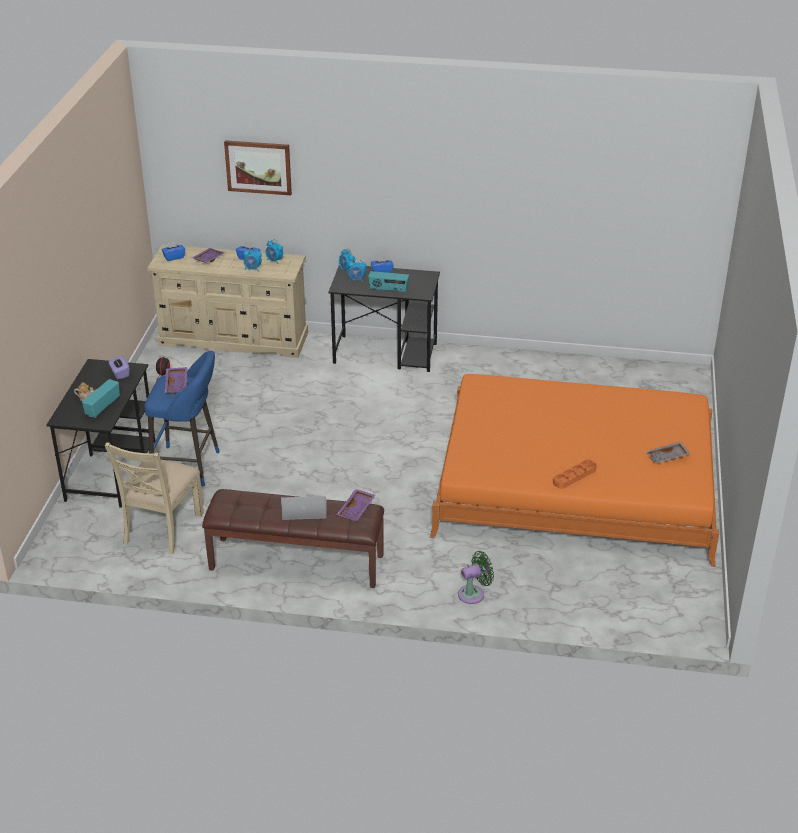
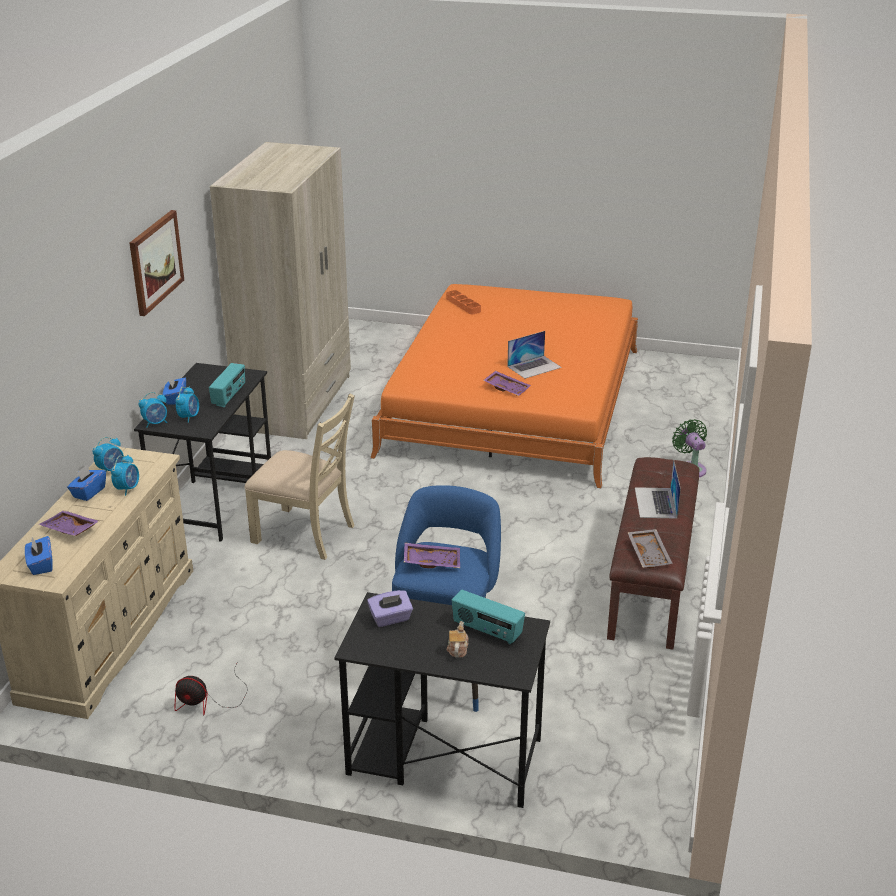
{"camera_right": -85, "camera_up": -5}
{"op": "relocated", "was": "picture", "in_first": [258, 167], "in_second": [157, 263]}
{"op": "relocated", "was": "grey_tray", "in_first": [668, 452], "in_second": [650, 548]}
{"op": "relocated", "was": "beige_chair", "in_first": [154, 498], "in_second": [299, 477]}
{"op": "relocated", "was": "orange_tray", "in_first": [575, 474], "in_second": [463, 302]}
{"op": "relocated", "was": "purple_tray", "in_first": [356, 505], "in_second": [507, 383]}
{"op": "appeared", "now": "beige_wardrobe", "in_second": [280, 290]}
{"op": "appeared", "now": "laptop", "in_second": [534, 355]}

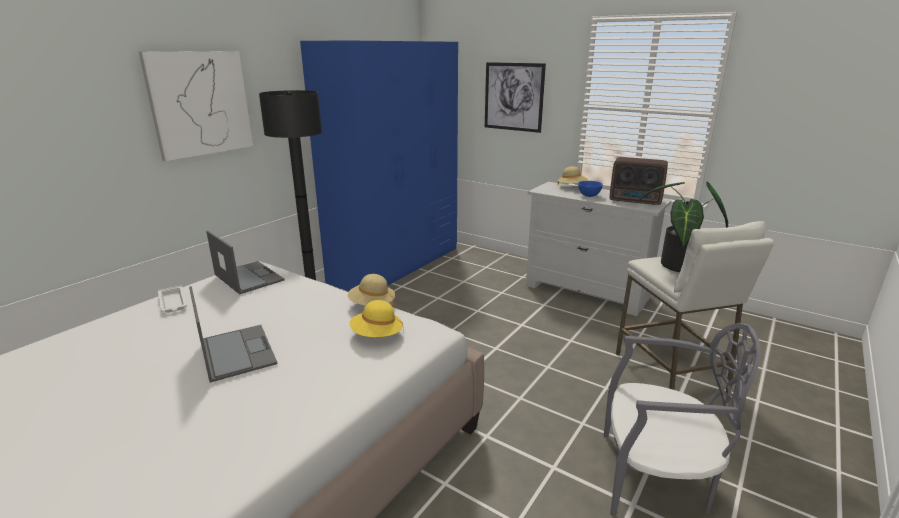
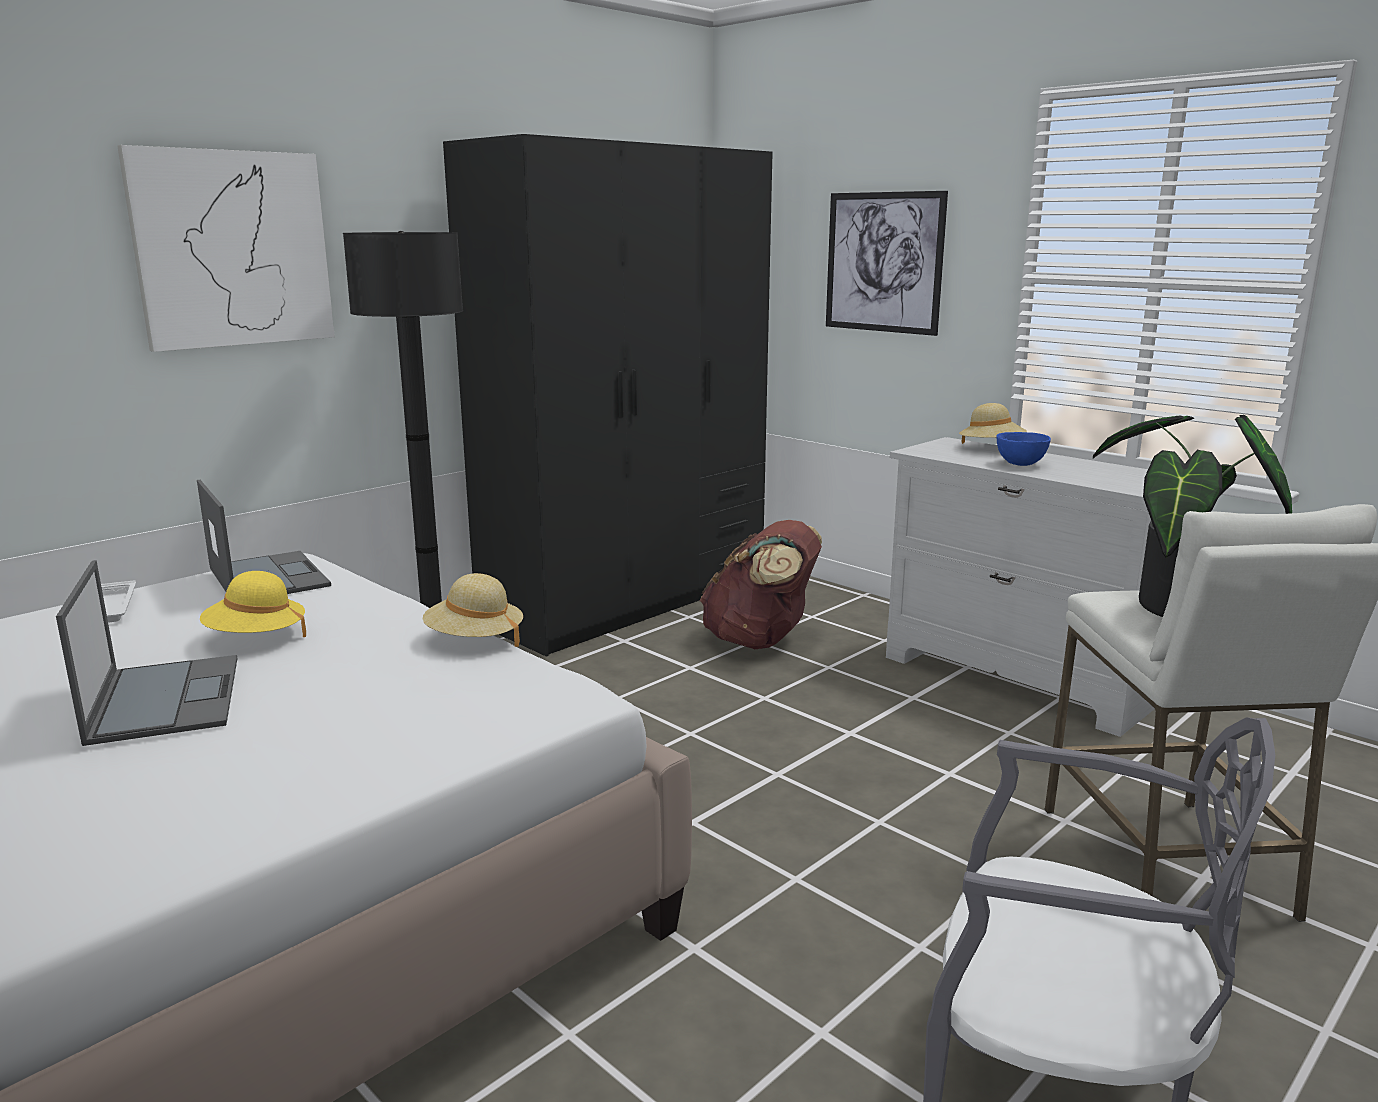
{"camera_right": 10, "camera_up": -5}
{"op": "colour", "was": "blue_wardrobe", "now": "black_wardrobe", "in_first": [379, 165], "in_second": [608, 395]}
{"op": "missing", "was": "radio", "in_first": [639, 181]}
{"op": "relocated", "was": "yellow_hat", "in_first": [376, 318], "in_second": [253, 604]}
{"op": "appeared", "now": "brown_backpack", "in_second": [761, 584]}

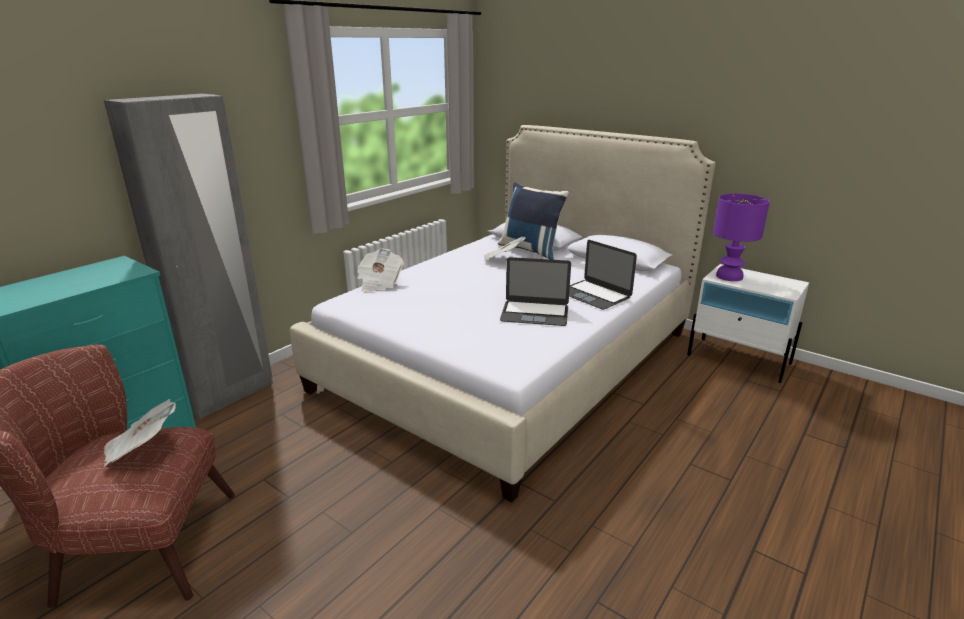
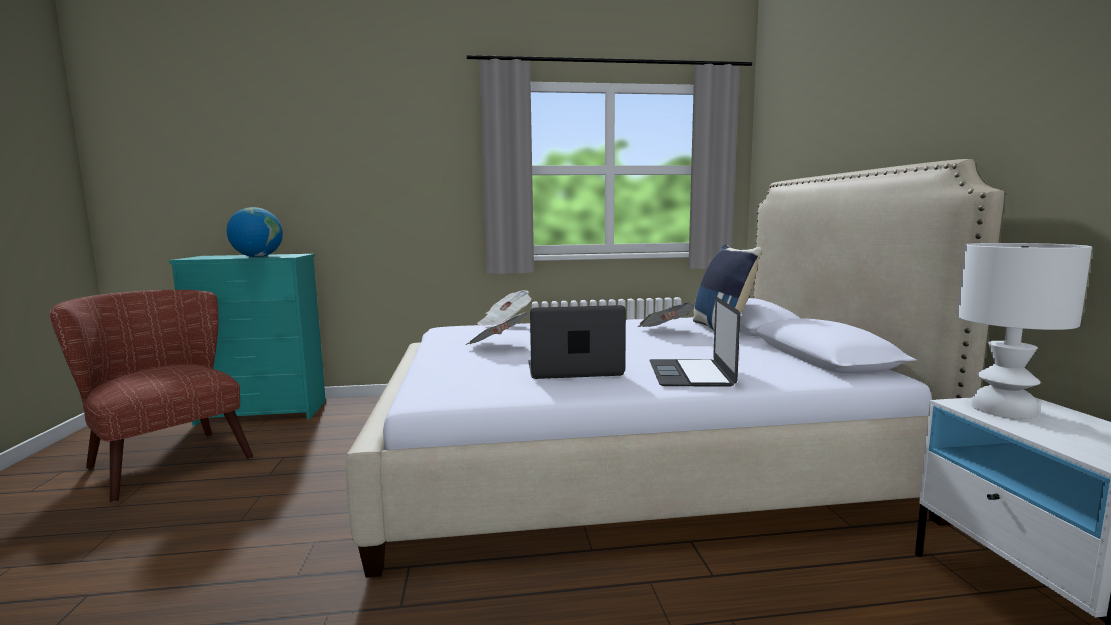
{"camera_right": 45, "camera_up": -15}
{"op": "missing", "was": "grey_wardrobe", "in_first": [188, 256]}
{"op": "colour", "was": "purple_table_lamp", "now": "white_table_lamp", "in_first": [741, 237], "in_second": [1024, 331]}
{"op": "spun", "was": "laptop", "in_first": [535, 291], "in_second": [577, 342], "clockwise": 120}
{"op": "relocated", "was": "newspaper", "in_first": [140, 432], "in_second": [497, 328]}
{"op": "appeared", "now": "globe", "in_second": [255, 232]}

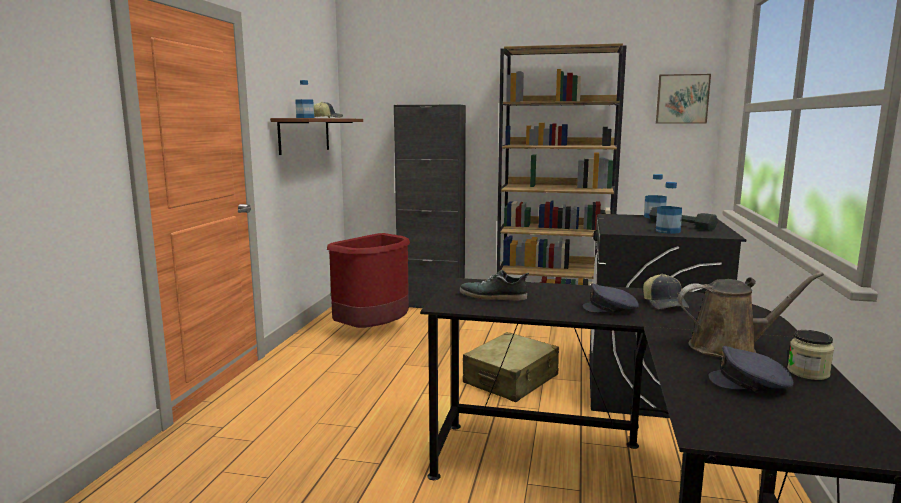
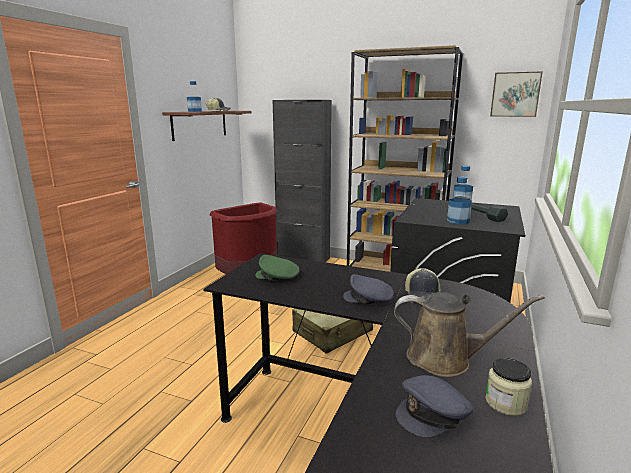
{"camera_right": 10, "camera_up": 5}
{"op": "exchanged", "was": "shoe", "now": "green_cap", "in_first": [494, 285], "in_second": [277, 268]}
{"op": "spun", "was": "grey_cap", "in_first": [751, 369], "in_second": [434, 406], "clockwise": -60}

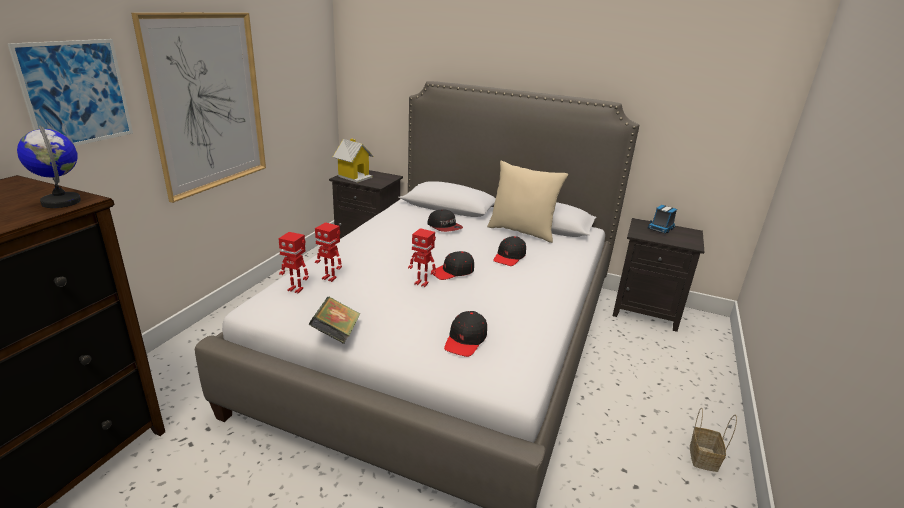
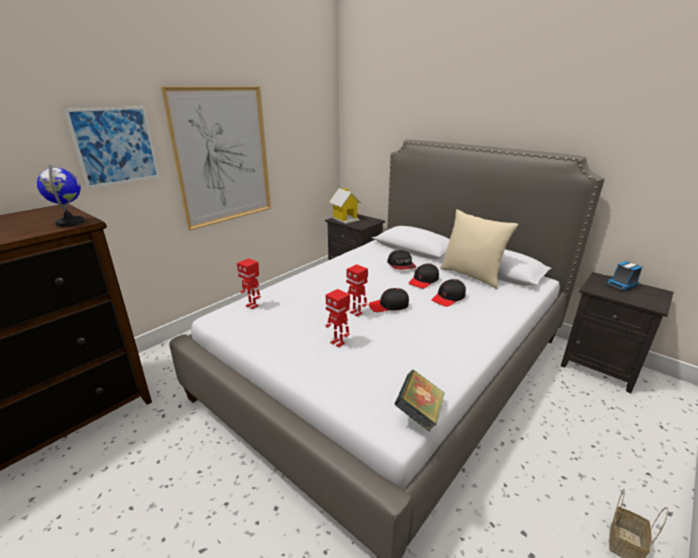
{"camera_right": 20, "camera_up": 0}
{"op": "relocated", "was": "toy_robot", "in_first": [328, 252], "in_second": [337, 318]}
{"op": "relocated", "was": "book", "in_first": [334, 320], "in_second": [420, 401]}
{"op": "relocated", "was": "black_cap", "in_first": [465, 334], "in_second": [424, 276]}

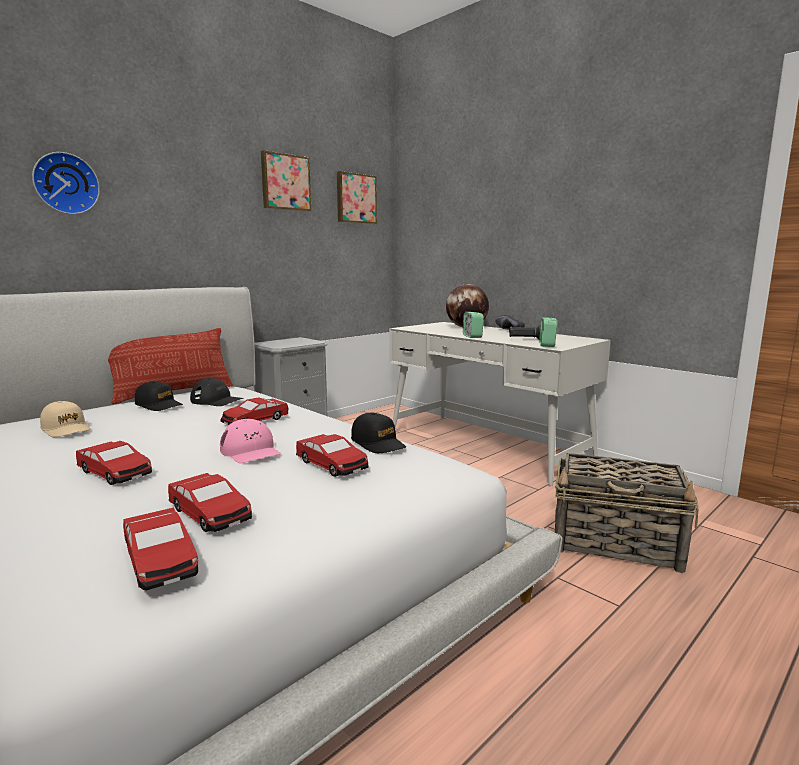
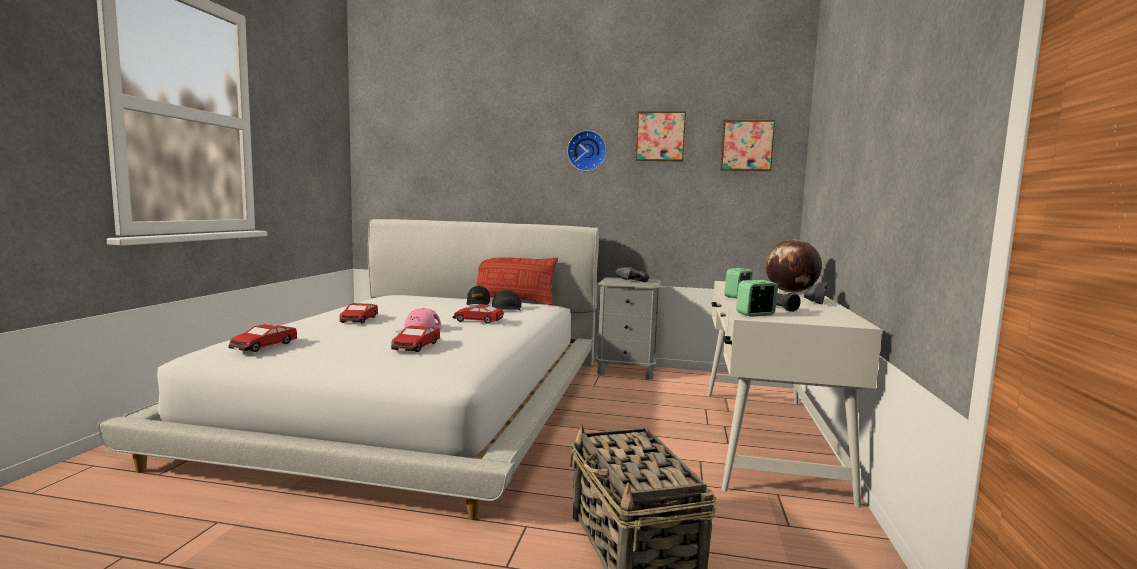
{"camera_right": 55, "camera_up": -5}
{"op": "relocated", "was": "wall_clock", "in_first": [66, 183], "in_second": [587, 150]}
{"op": "missing", "was": "beige_cap", "in_first": [65, 419]}
{"op": "missing", "was": "black_cap", "in_first": [378, 433]}
{"op": "missing", "was": "toy_car", "in_first": [210, 502]}
{"op": "appeared", "now": "black_shoe", "in_second": [632, 274]}

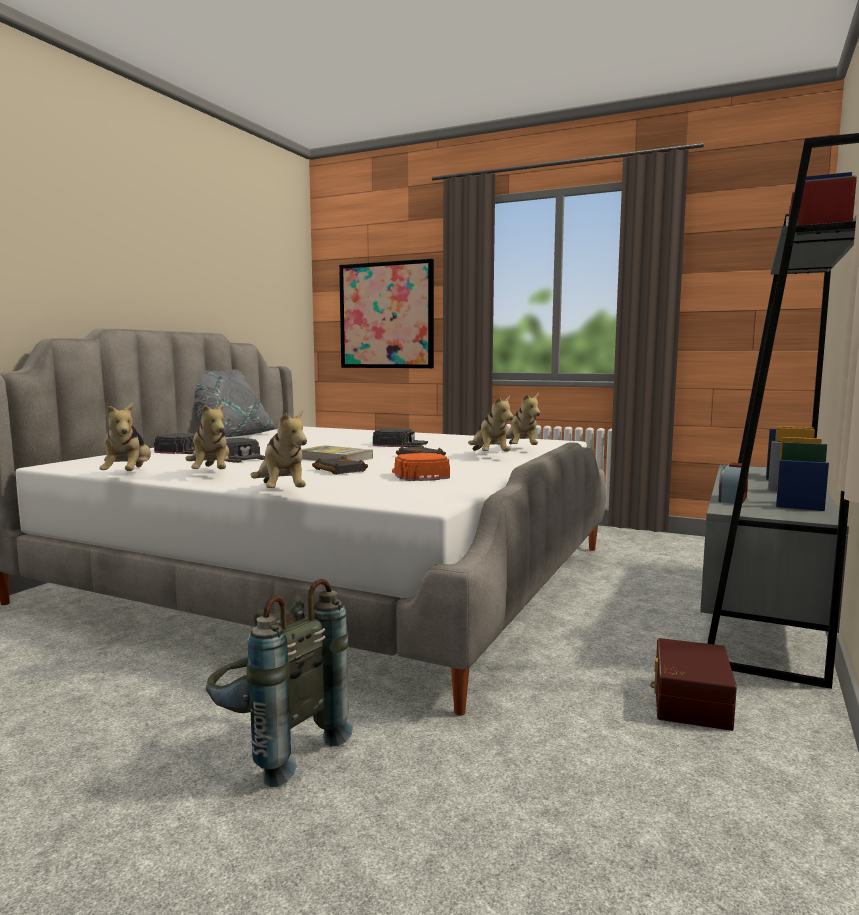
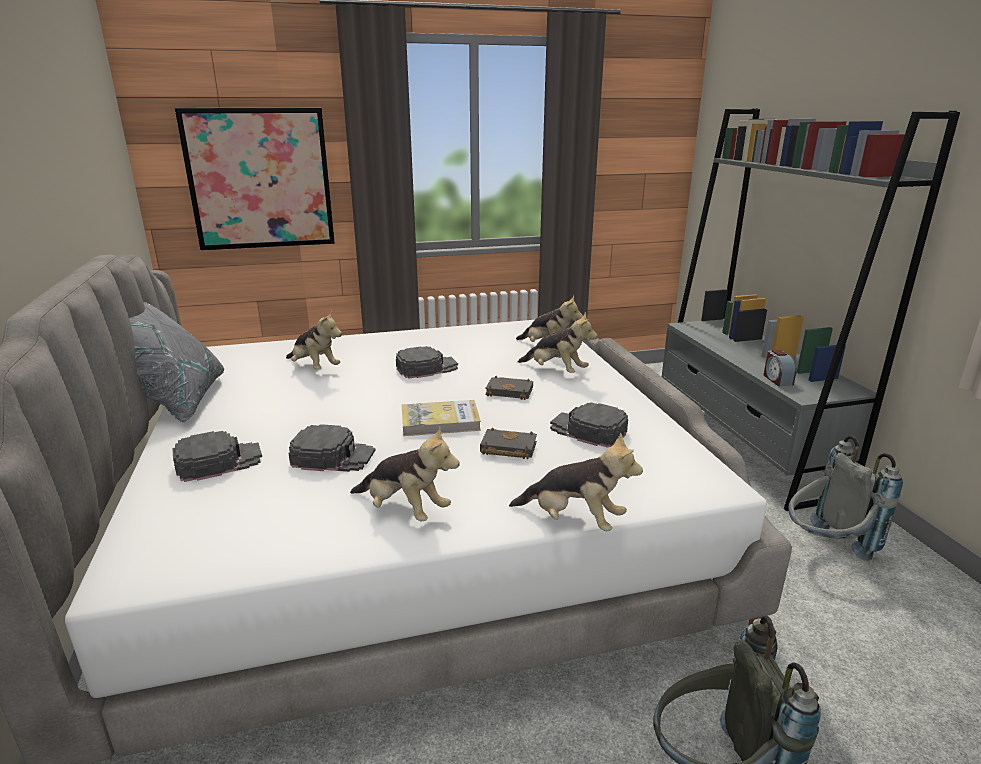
{"camera_right": -40, "camera_up": 15}
{"op": "relocated", "was": "plush_toy", "in_first": [125, 436], "in_second": [314, 340]}
{"op": "colour", "was": "orange_cap", "now": "black_cap", "in_first": [421, 467], "in_second": [589, 425]}
{"op": "exchanged", "was": "brown_storage_box", "now": "grey_backpack", "in_first": [693, 684], "in_second": [845, 498]}

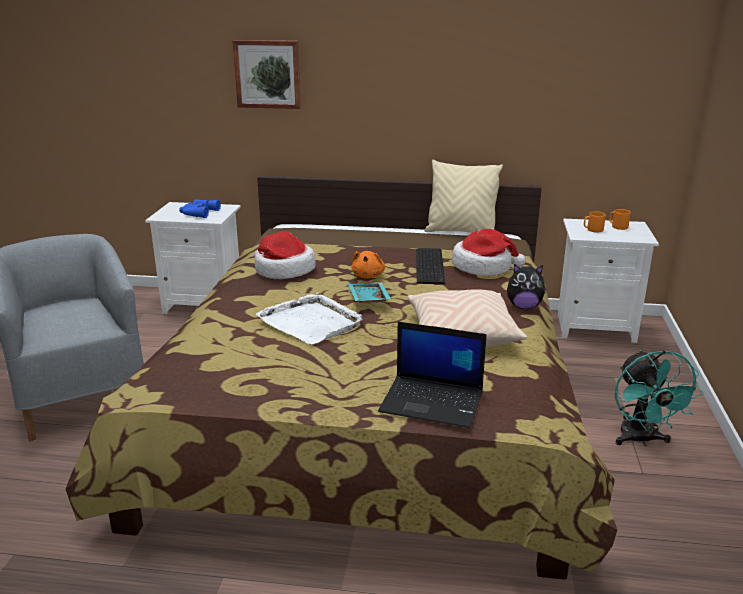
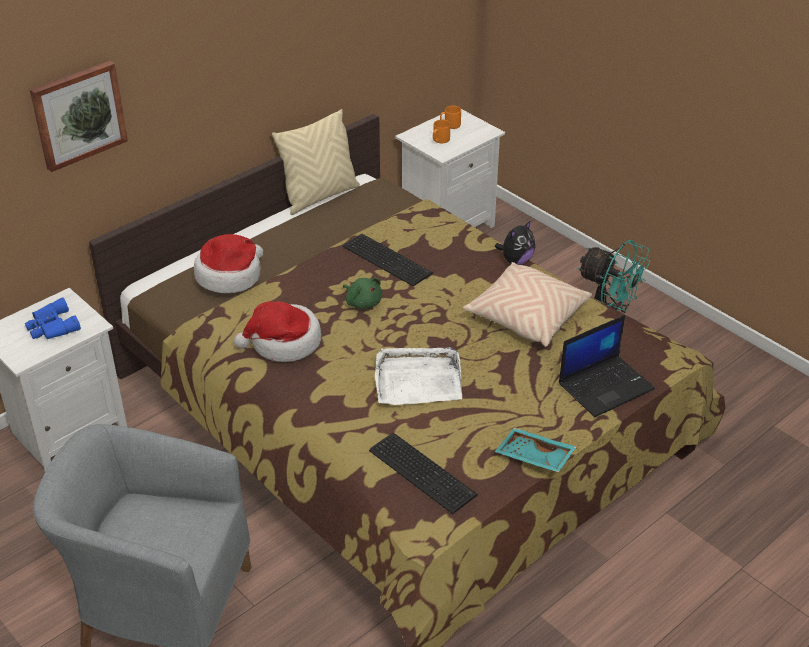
{"camera_right": -50, "camera_up": 15}
{"op": "relocated", "was": "hat", "in_first": [489, 252], "in_second": [228, 263]}
{"op": "colour", "was": "orange_plush_toy", "now": "green_plush_toy", "in_first": [368, 264], "in_second": [362, 293]}
{"op": "relocated", "was": "turquoise_tray", "in_first": [369, 293], "in_second": [535, 450]}
{"op": "appeared", "now": "keyboard", "in_second": [423, 473]}

